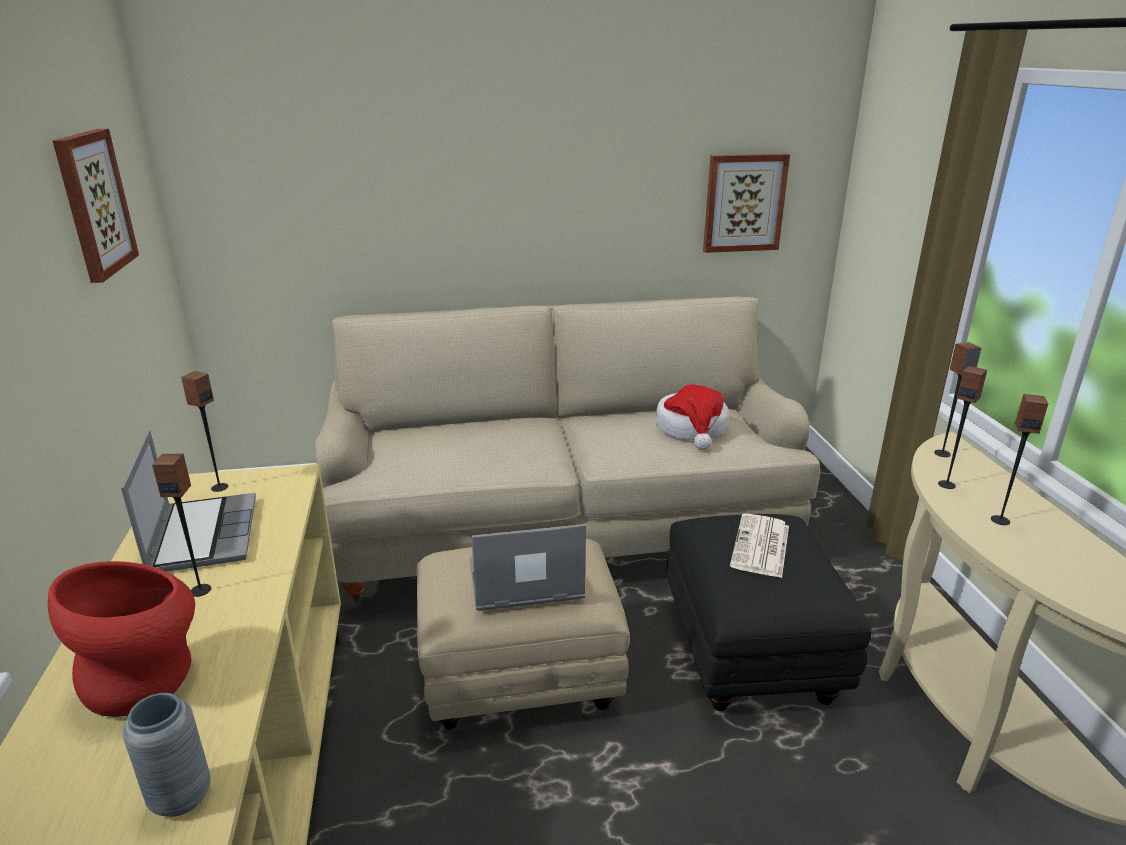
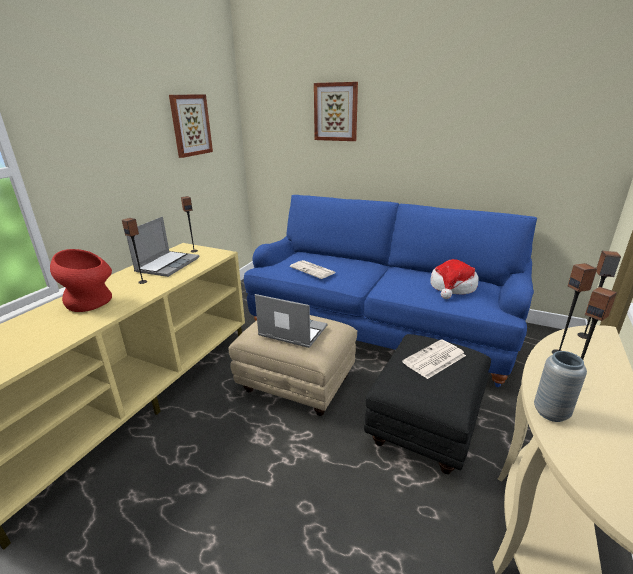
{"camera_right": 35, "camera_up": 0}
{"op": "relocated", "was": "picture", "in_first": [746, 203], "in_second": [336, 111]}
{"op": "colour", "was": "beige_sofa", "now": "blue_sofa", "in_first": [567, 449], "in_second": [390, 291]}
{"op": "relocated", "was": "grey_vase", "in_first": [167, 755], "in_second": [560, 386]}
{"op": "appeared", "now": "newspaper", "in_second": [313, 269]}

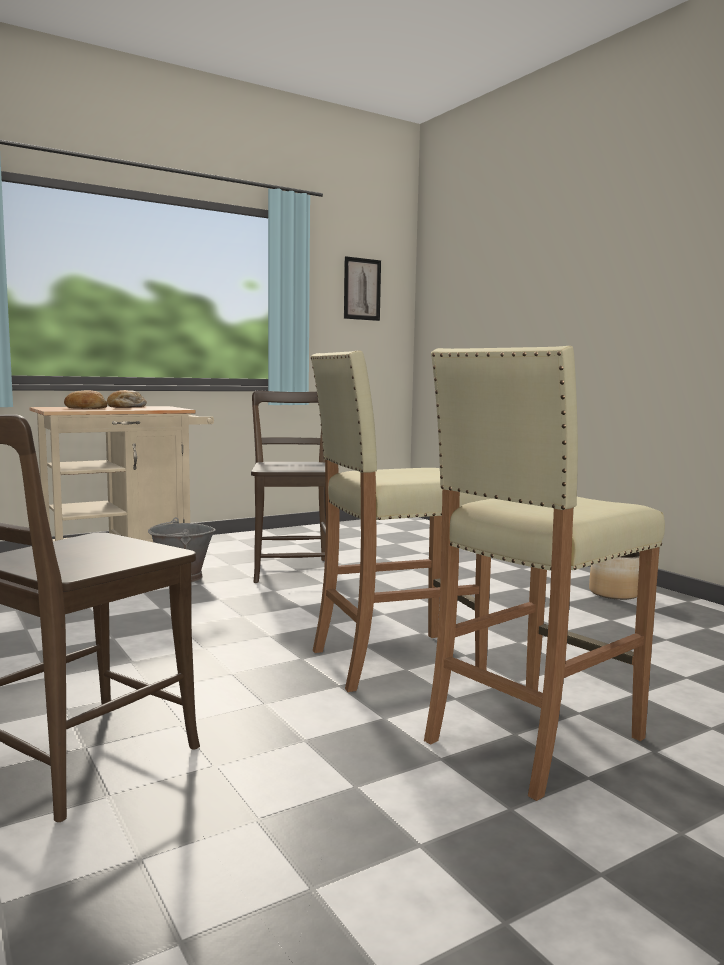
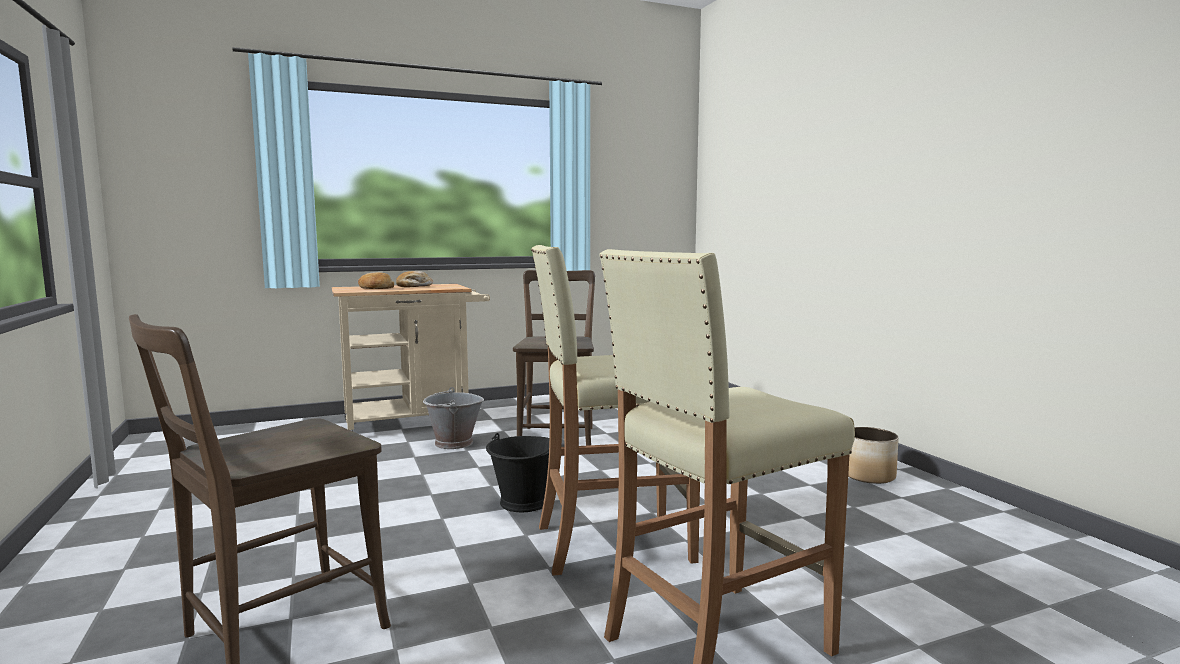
{"camera_right": 10, "camera_up": 0}
{"op": "missing", "was": "picture", "in_first": [362, 288]}
{"op": "appeared", "now": "black_bucket", "in_second": [517, 472]}

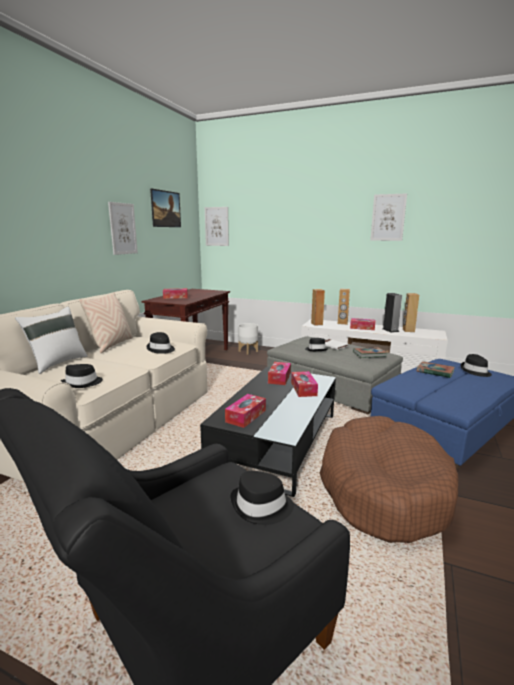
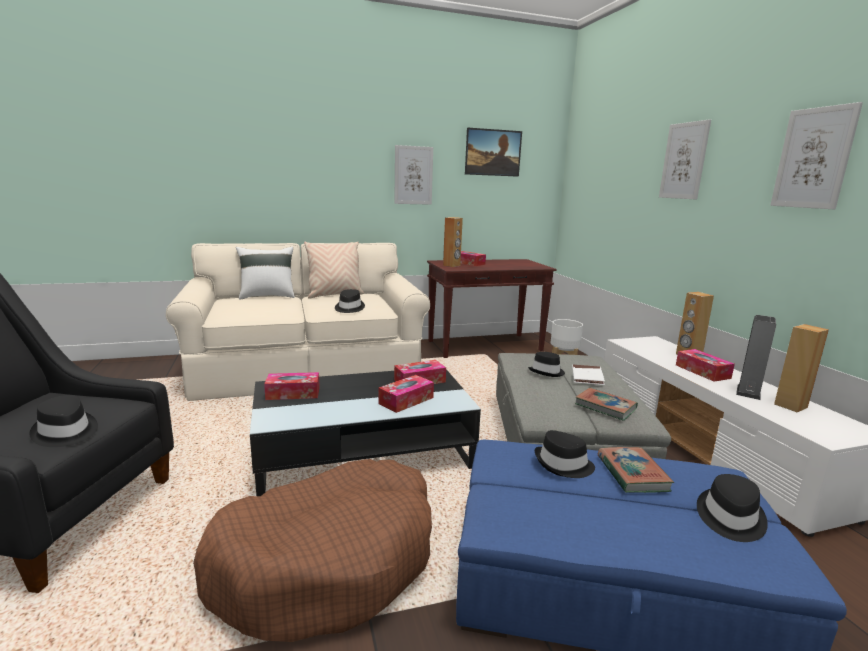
{"camera_right": 50, "camera_up": 0}
{"op": "relocated", "was": "picture", "in_first": [217, 226], "in_second": [685, 159]}
{"op": "relocated", "was": "brown_speaker", "in_first": [318, 307], "in_second": [453, 242]}
{"op": "relocated", "was": "black_hat", "in_first": [82, 376], "in_second": [565, 454]}

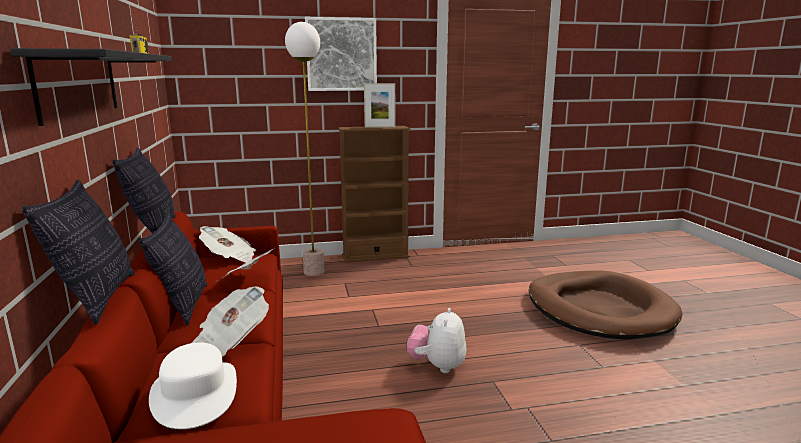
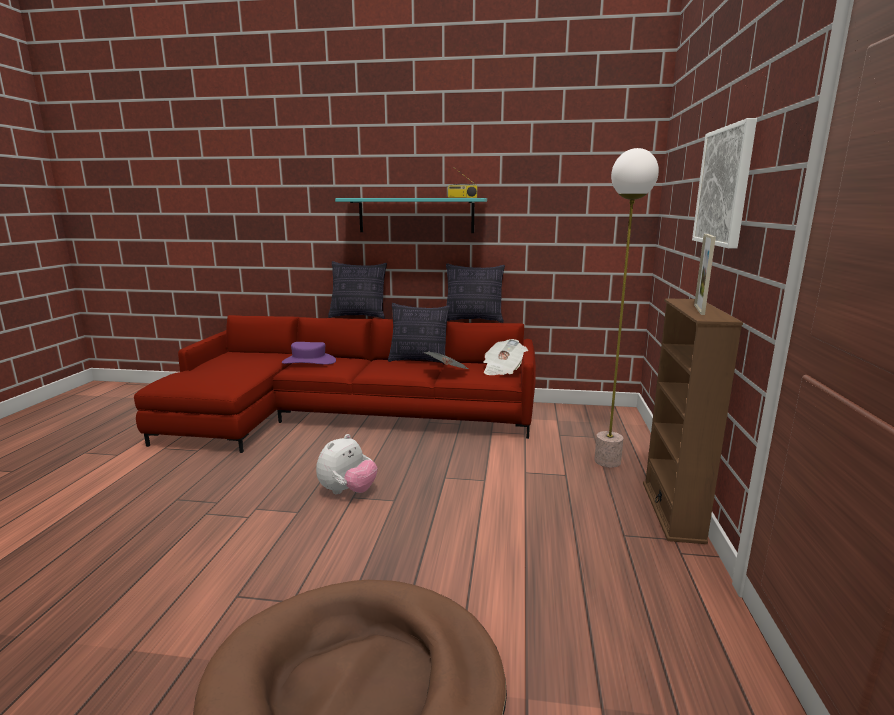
{"camera_right": 110, "camera_up": 0}
{"op": "colour", "was": "black_shelf", "now": "turquoise_shelf", "in_first": [91, 87], "in_second": [411, 215]}
{"op": "missing", "was": "newspaper", "in_first": [230, 321]}
{"op": "spun", "was": "plush_toy", "in_first": [436, 340], "in_second": [347, 464], "clockwise": 90}
{"op": "colour", "was": "white_hat", "now": "purple_hat", "in_first": [193, 385], "in_second": [309, 353]}

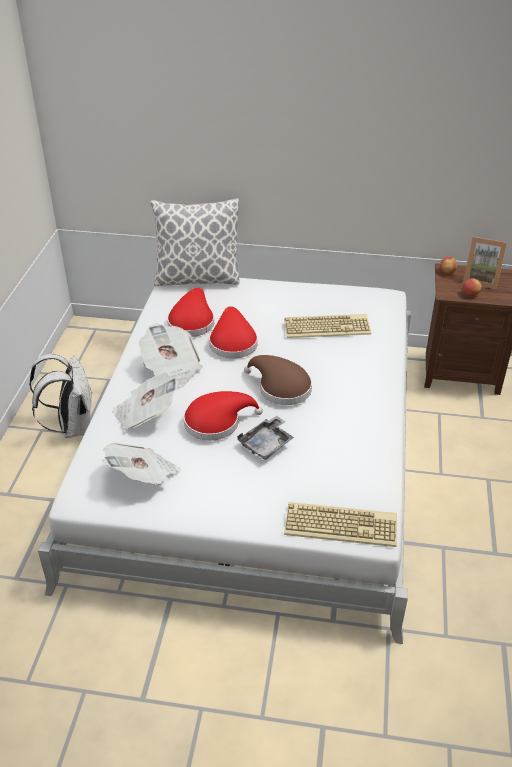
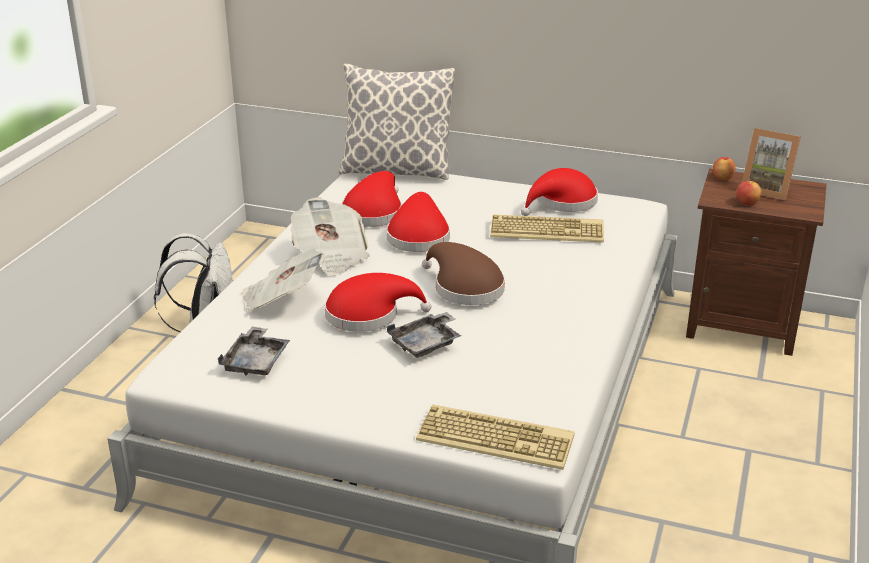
{"camera_right": 10, "camera_up": -10}
{"op": "exchanged", "was": "newspaper", "now": "grey_tray", "in_first": [141, 464], "in_second": [254, 351]}
{"op": "appeared", "now": "red_hat", "in_second": [559, 192]}

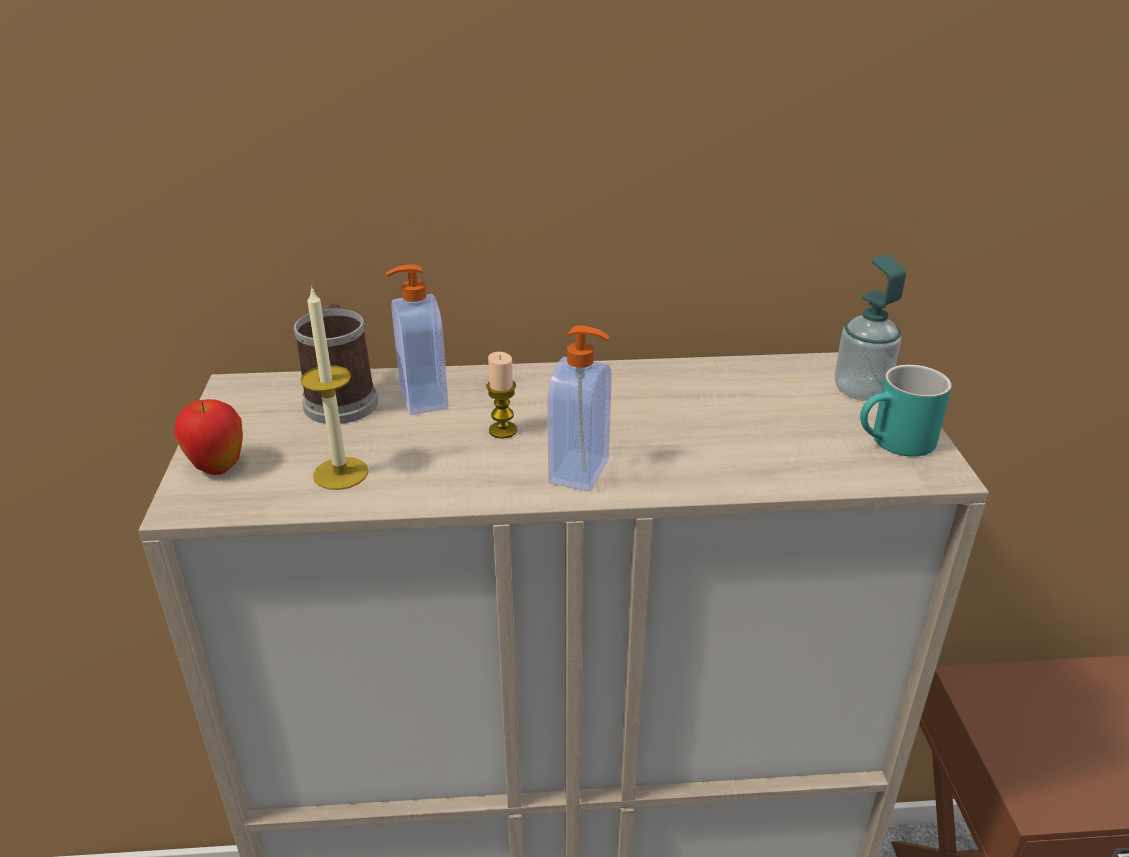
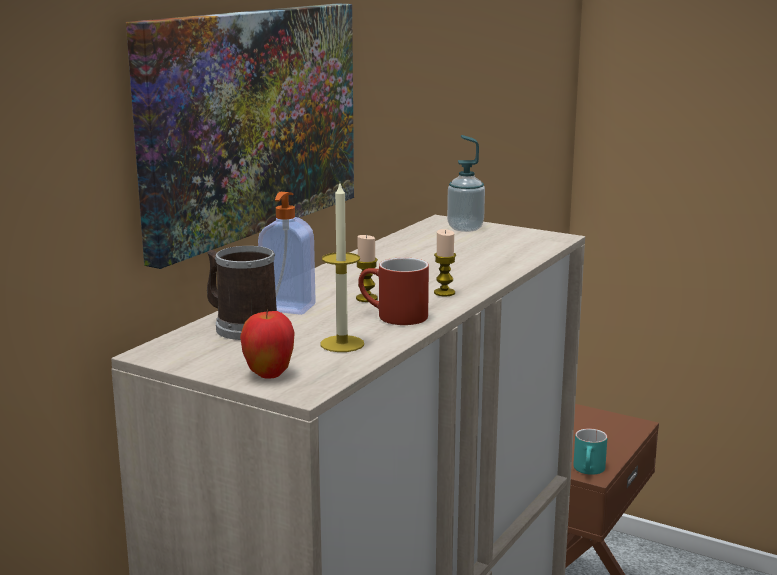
{"camera_right": -55, "camera_up": -15}
{"op": "exchanged", "was": "soap_dispenser", "now": "candle", "in_first": [579, 409], "in_second": [445, 262]}
{"op": "relocated", "was": "turquoise_mug", "in_first": [906, 410], "in_second": [590, 452]}
{"op": "appeared", "now": "picture", "in_second": [240, 136]}
{"op": "appeared", "now": "red_mug", "in_second": [393, 291]}

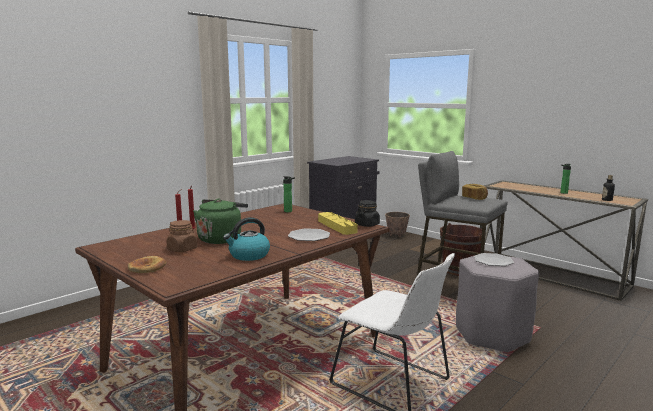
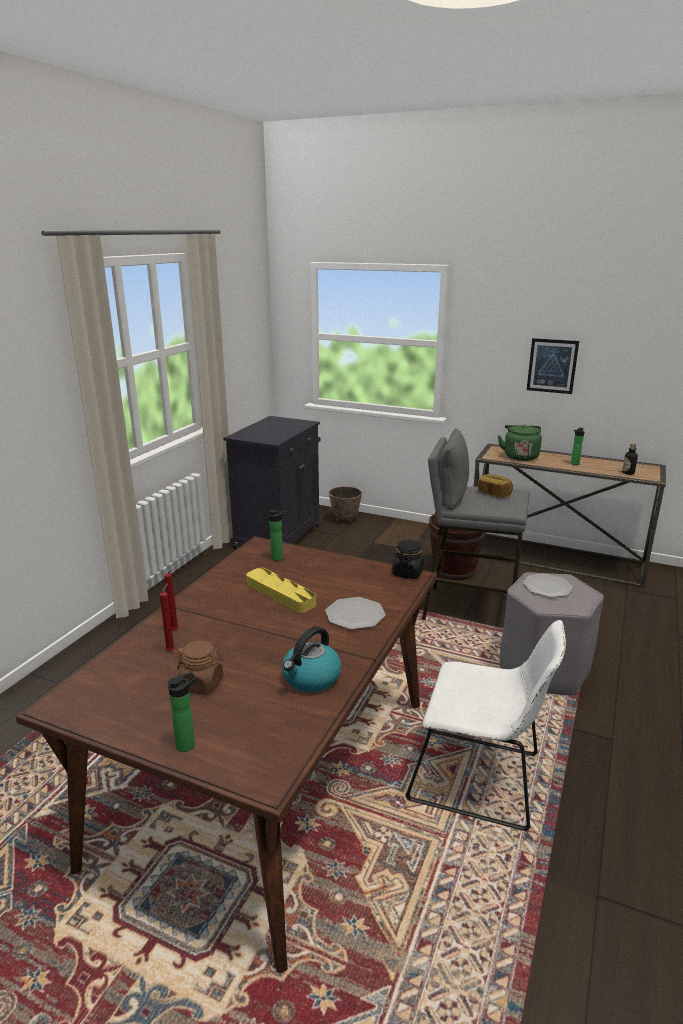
{"camera_right": -20, "camera_up": 10}
{"op": "relocated", "was": "green_kettle", "in_first": [220, 221], "in_second": [520, 442]}
{"op": "relocated", "was": "yellow_tray", "in_first": [338, 223], "in_second": [281, 590]}
{"op": "exchanged", "was": "bread", "now": "bottle", "in_first": [147, 264], "in_second": [182, 712]}
{"op": "appeared", "now": "picture", "in_second": [553, 366]}

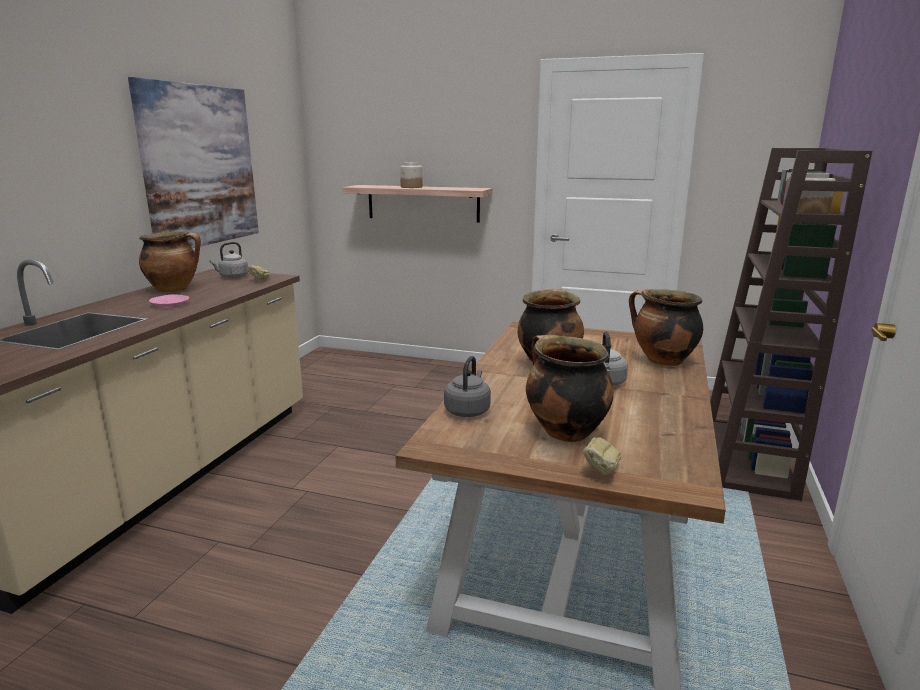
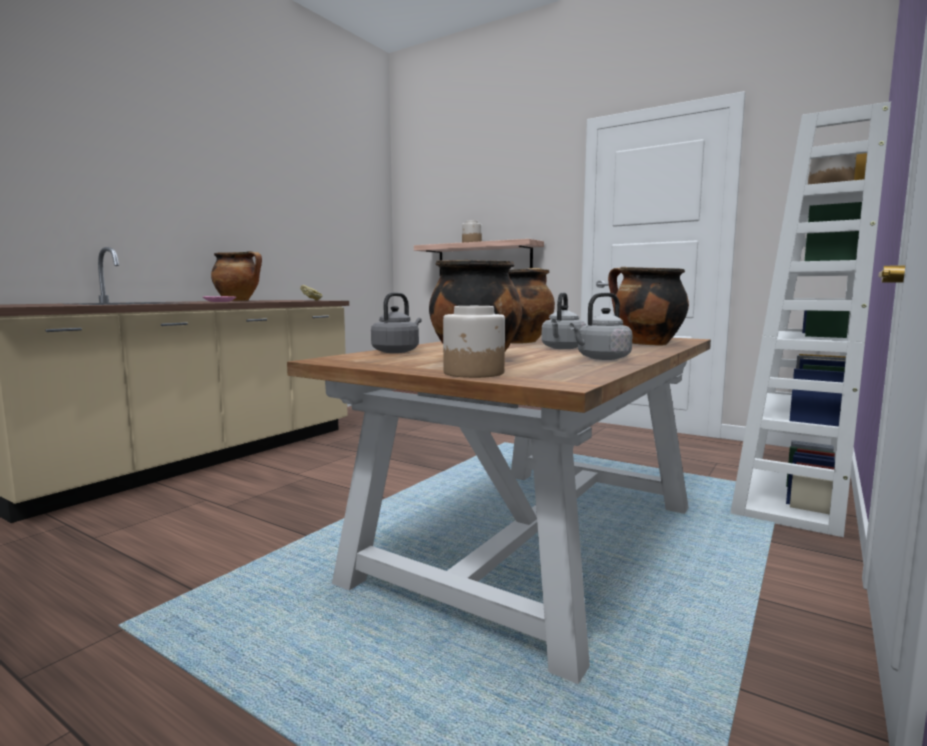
{"camera_right": 15, "camera_up": -10}
{"op": "missing", "was": "picture", "in_first": [193, 162]}
{"op": "colour", "was": "brown_bookcase", "now": "white_bookcase", "in_first": [791, 324], "in_second": [810, 319]}
{"op": "relocated", "was": "grey_kettle", "in_first": [228, 260], "in_second": [601, 326]}
{"op": "exchanged", "was": "bread", "now": "jar", "in_first": [602, 456], "in_second": [474, 342]}

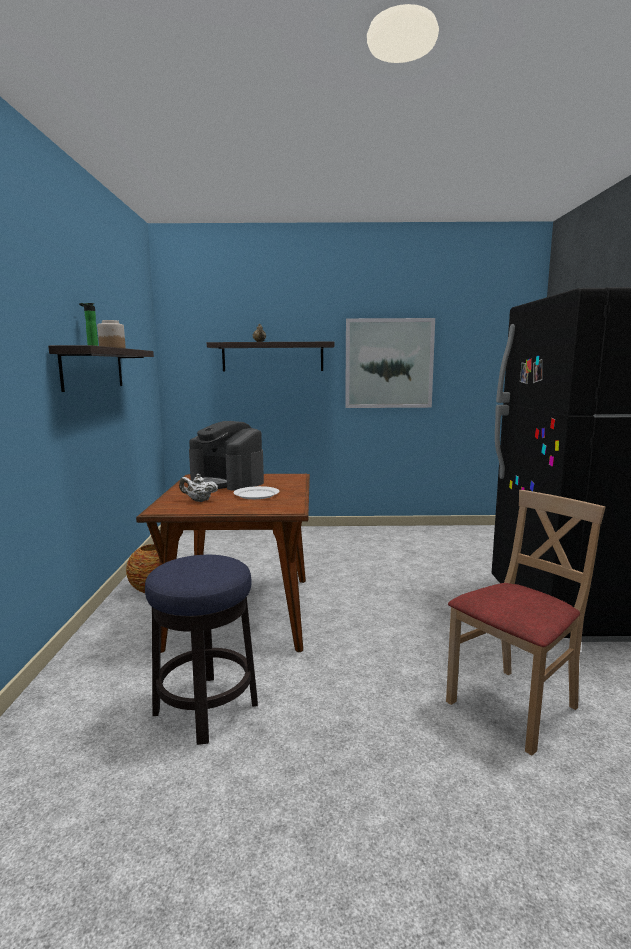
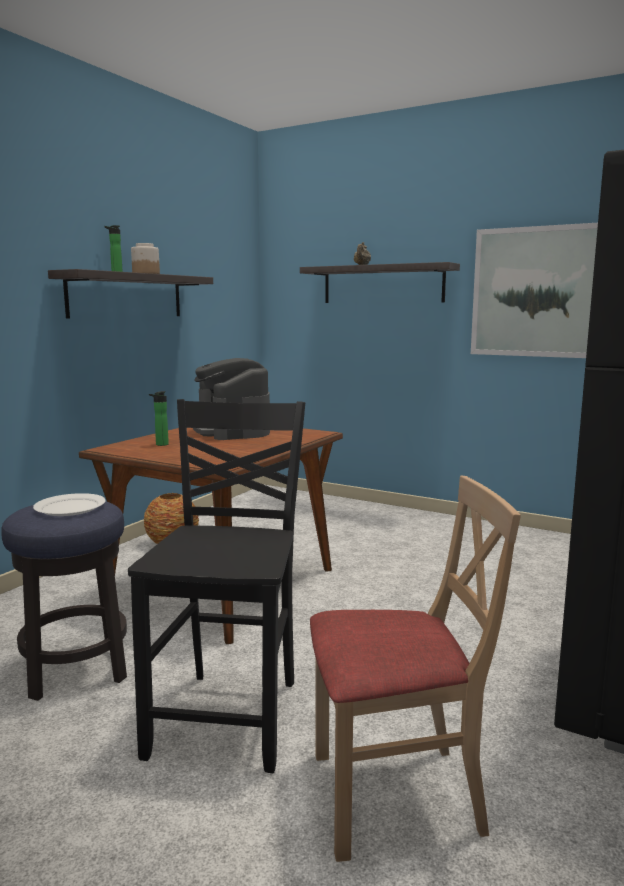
{"camera_right": 30, "camera_up": 0}
{"op": "exchanged", "was": "white_teapot", "now": "bottle", "in_first": [198, 488], "in_second": [159, 418]}
{"op": "relocated", "was": "white_plate", "in_first": [256, 492], "in_second": [69, 504]}
{"op": "appeared", "now": "black_chair", "in_second": [216, 586]}

